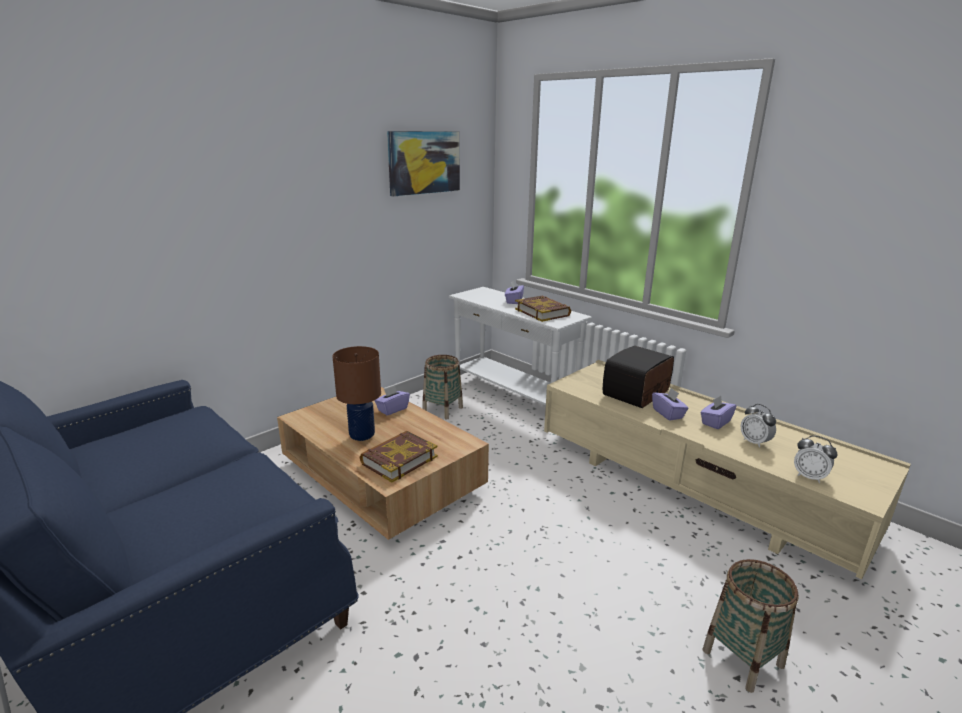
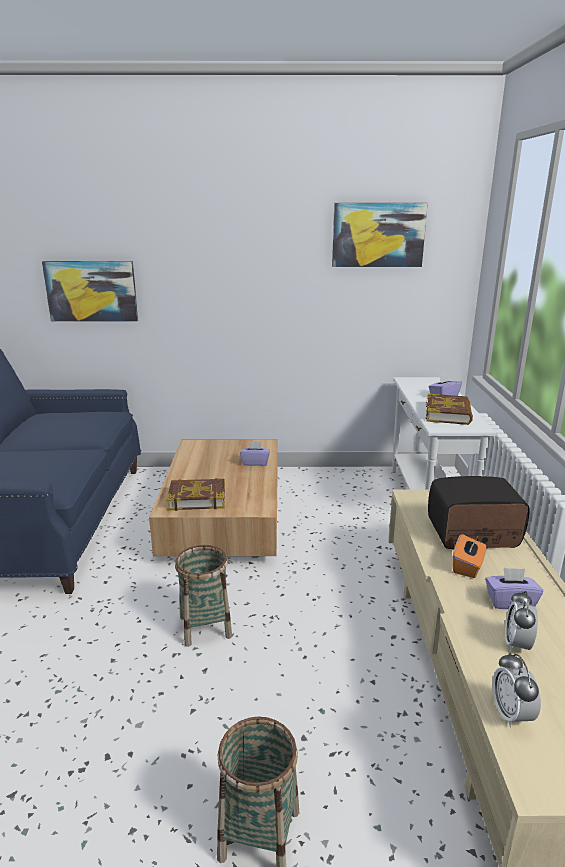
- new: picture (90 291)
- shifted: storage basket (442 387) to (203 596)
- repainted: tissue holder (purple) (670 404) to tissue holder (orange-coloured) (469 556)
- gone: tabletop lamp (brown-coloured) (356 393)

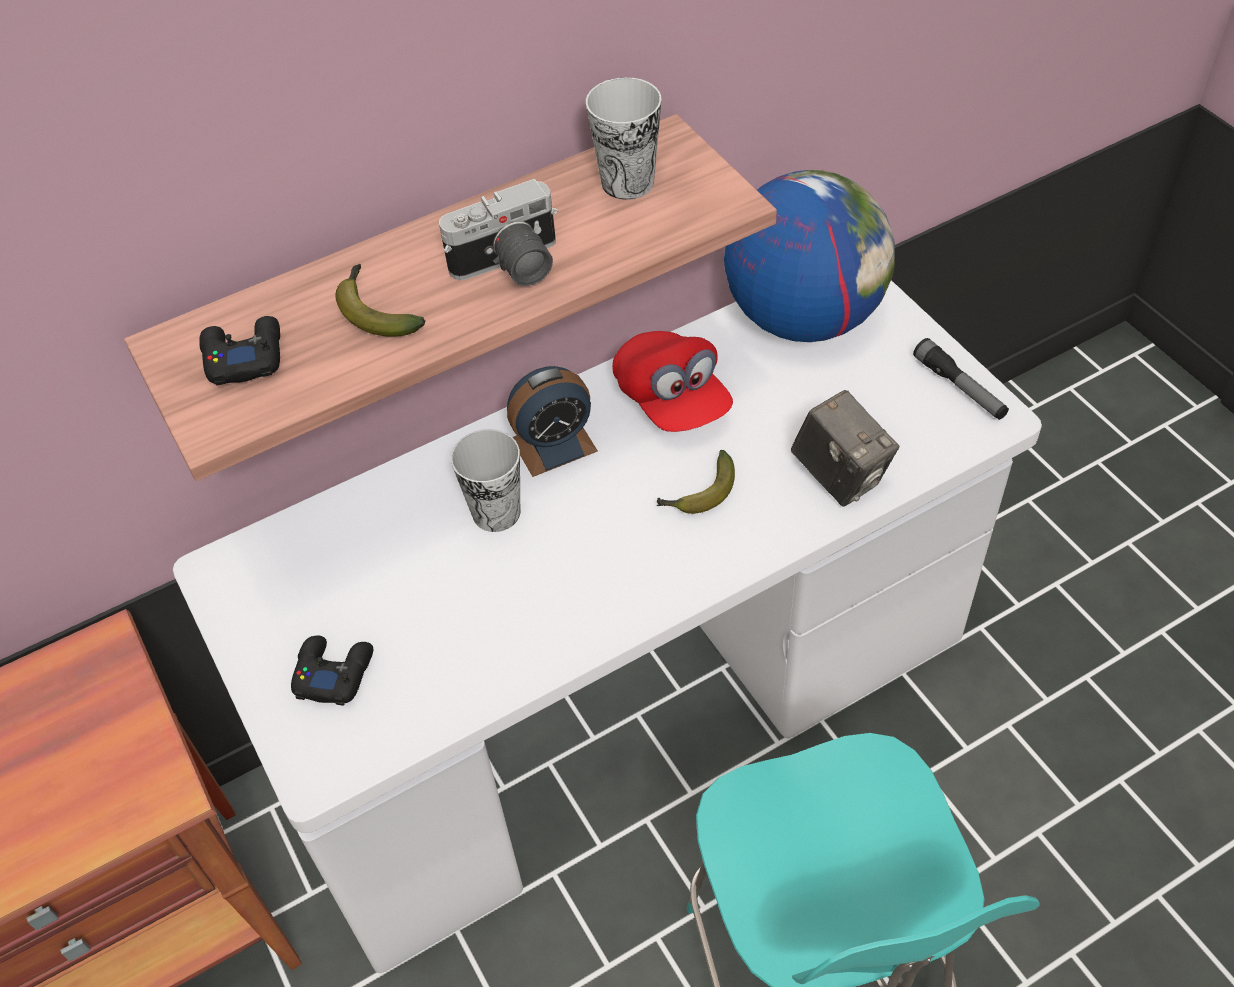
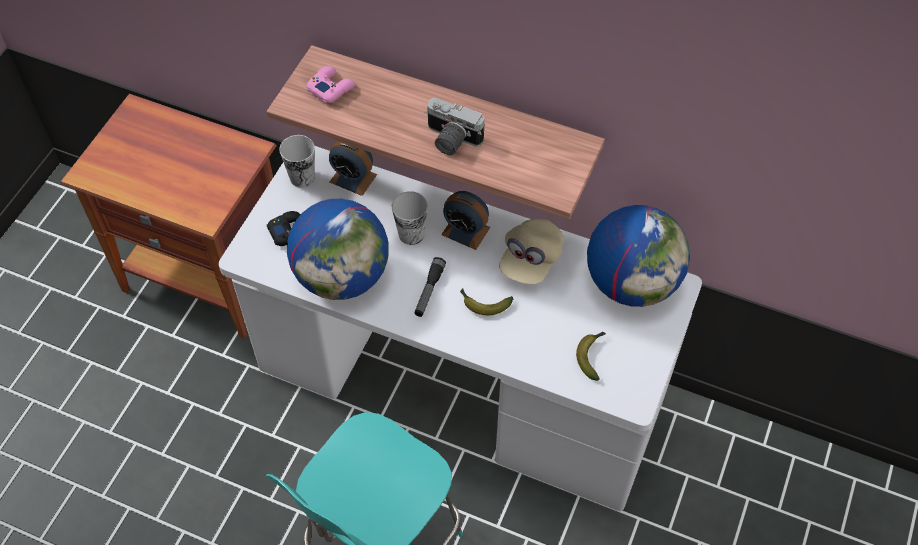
- shifted: cup (623 138) to (297 161)
- new: desk globe (338 249)
- repainted: gamepad (black-coloured) (239 351) to gamepad (pink-coloured) (330 84)
- new: bedside clock (353 168)
- shifted: flashlight (961 379) to (430 287)
- repainted: baseball cap (reddish) (672 381) to baseball cap (sand-coloured) (531 251)
- shifted: banana fruit (380 300) to (591 356)
- gone: still camera (845 448)

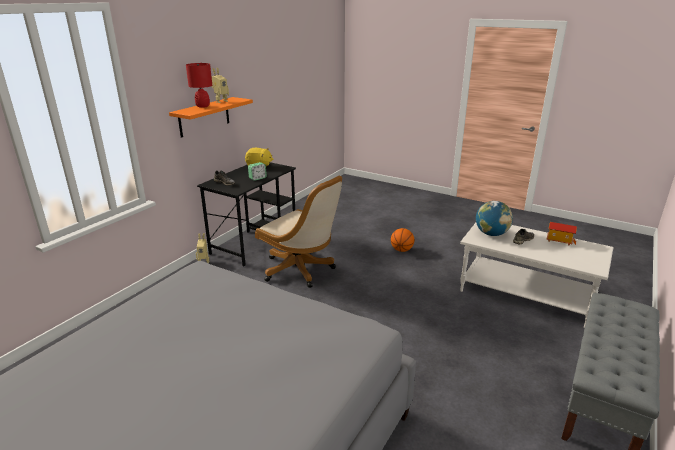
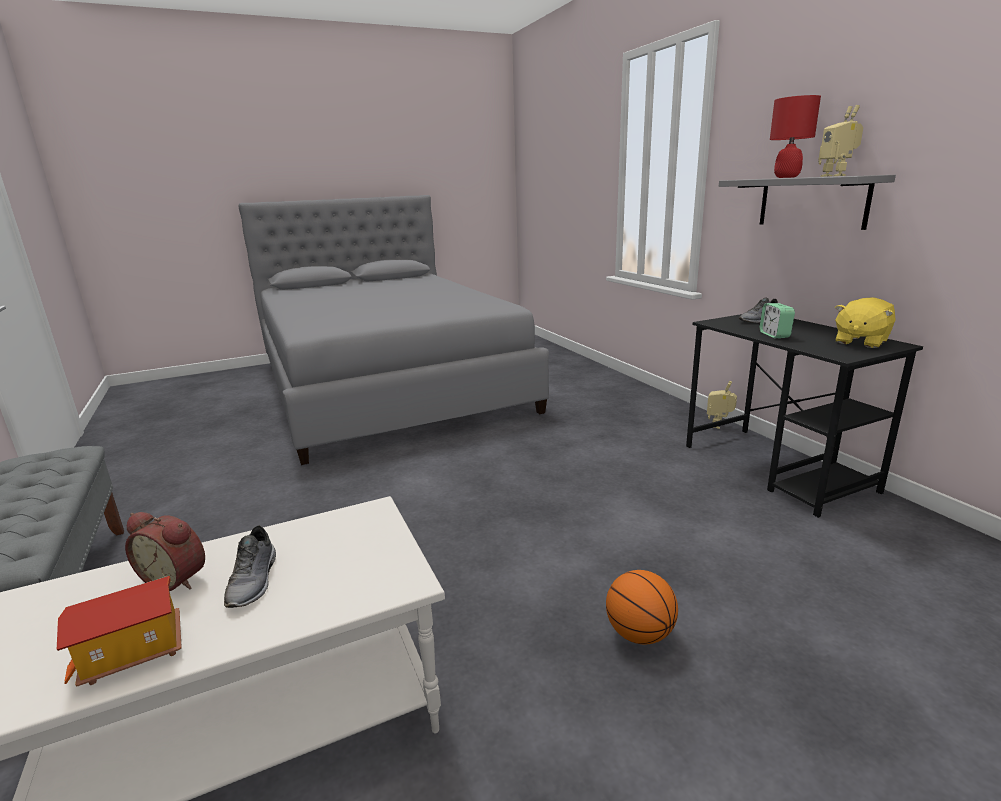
- new: bedside clock (165 551)
- repainted: wall shelf (orange-coloured) (211 117) to wall shelf (gray) (807 202)
- gone: computer chair (298 232)
- gone: desk globe (494 218)

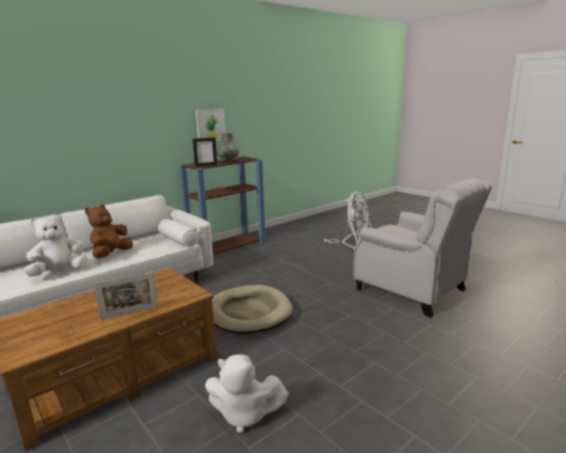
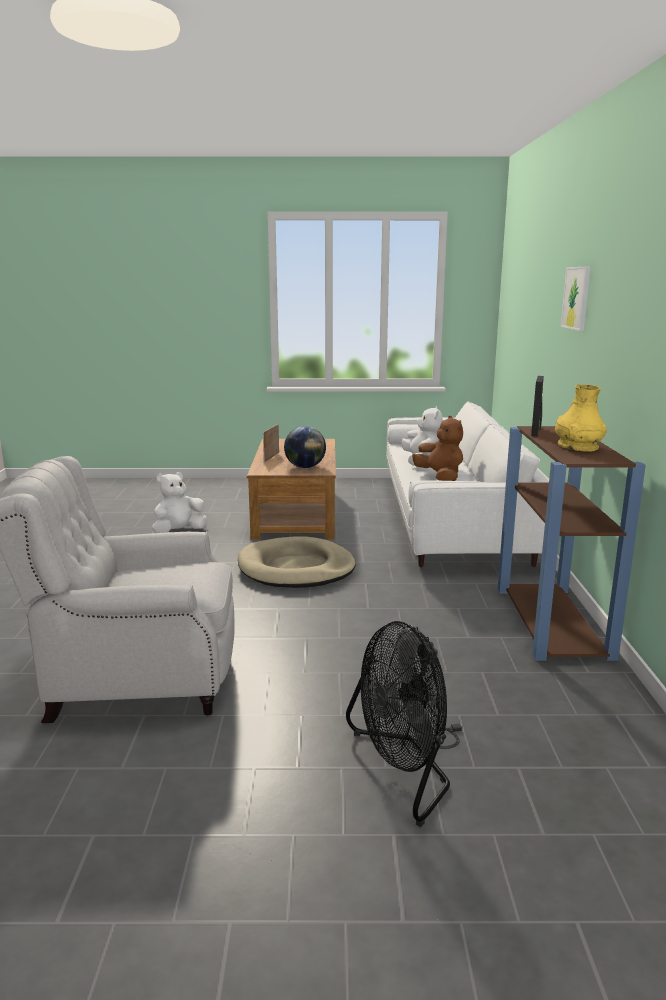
- new: desk globe (305 447)
- repainted: electric fan (white) (348 220) to electric fan (black-coloured) (404 724)
- repainted: flower vase (gray) (228 147) to flower vase (yellowish) (580 418)
- shifted: picture (211 125) to (575 299)

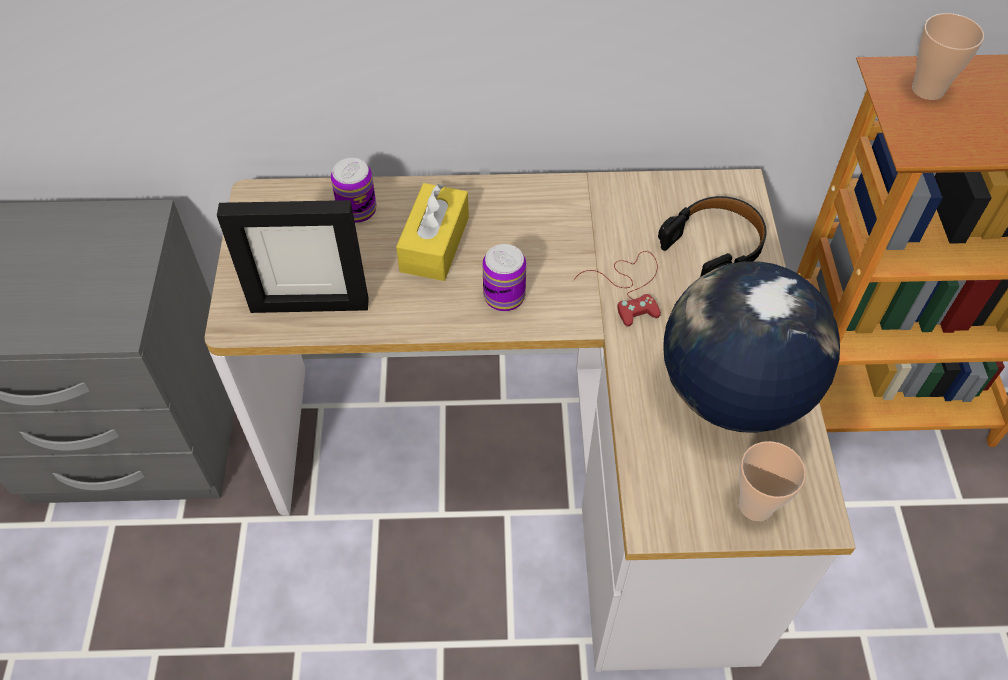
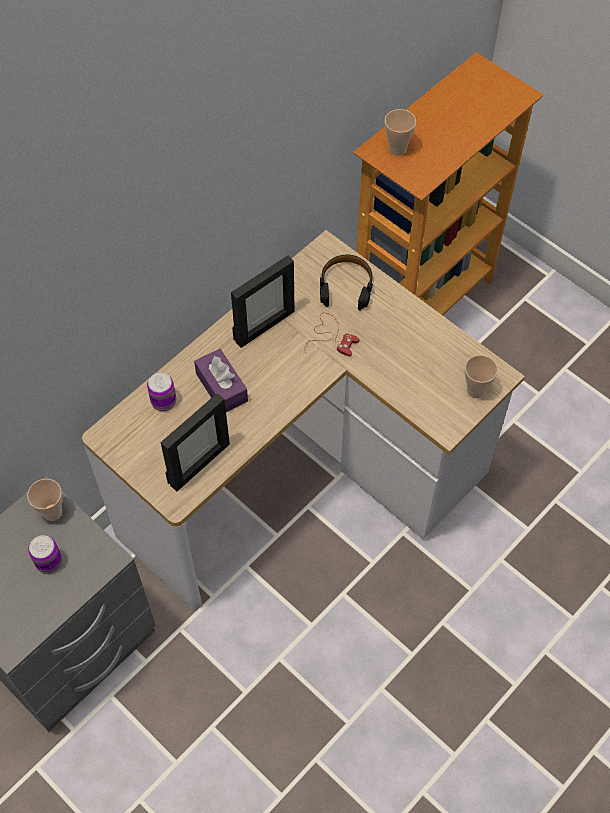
- new: cup (45 500)
- shifted: metal can (504 277) to (45 554)
- repainted: tissue holder (yellowish) (432 232) to tissue holder (purple) (221 380)
- new: picture frame (263 301)
- gone: desk globe (751 347)

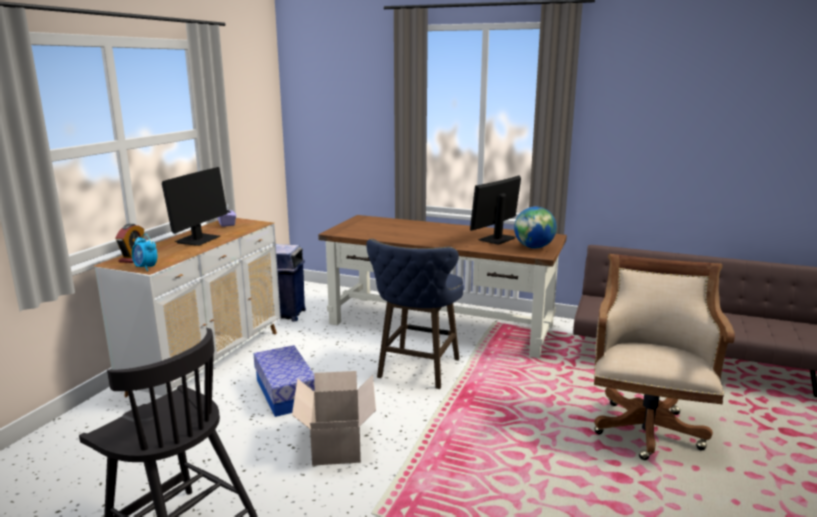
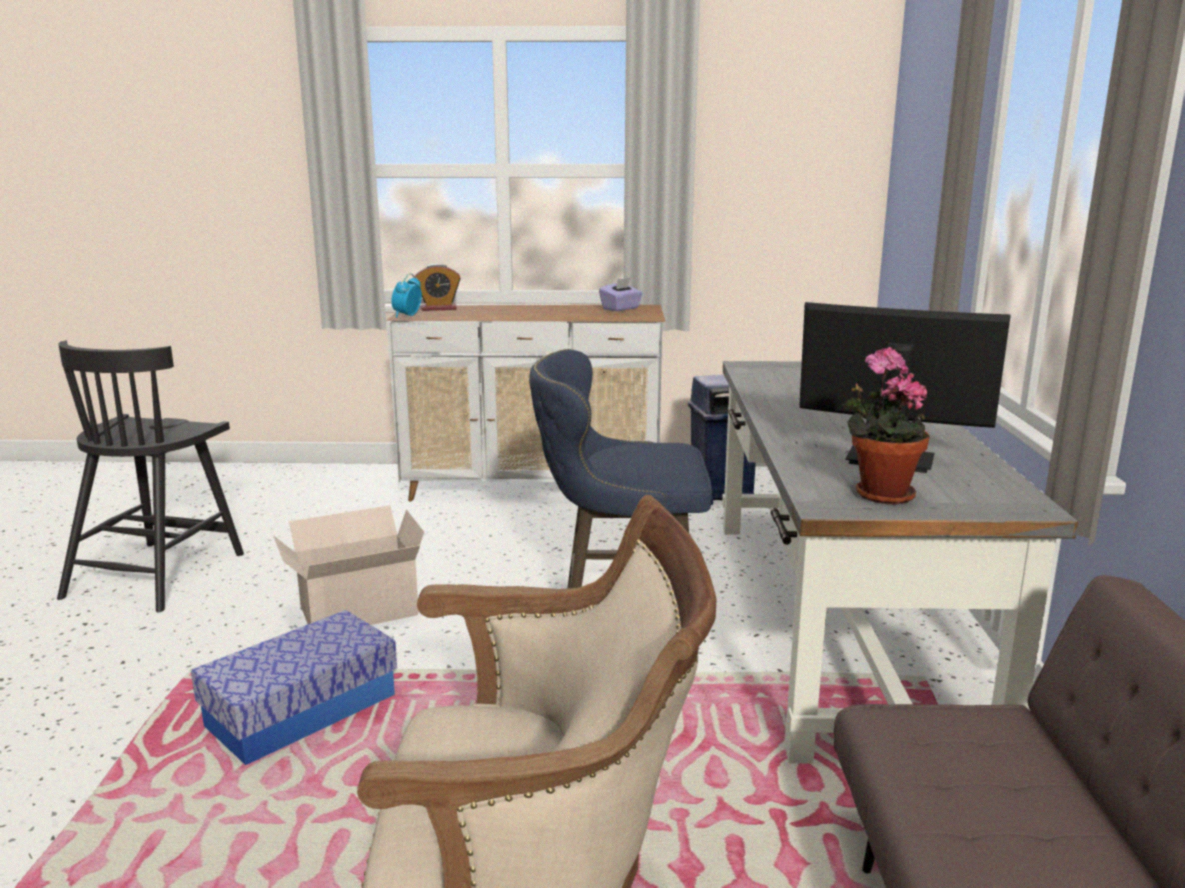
- shifted: storage bin (284 381) to (294 687)
- repainted: desk table (brown-coloured) (442 286) to desk table (gray) (900 562)
- swapped: desk globe (535 228) to potted plant (886 425)
- gone: monitor (195 206)

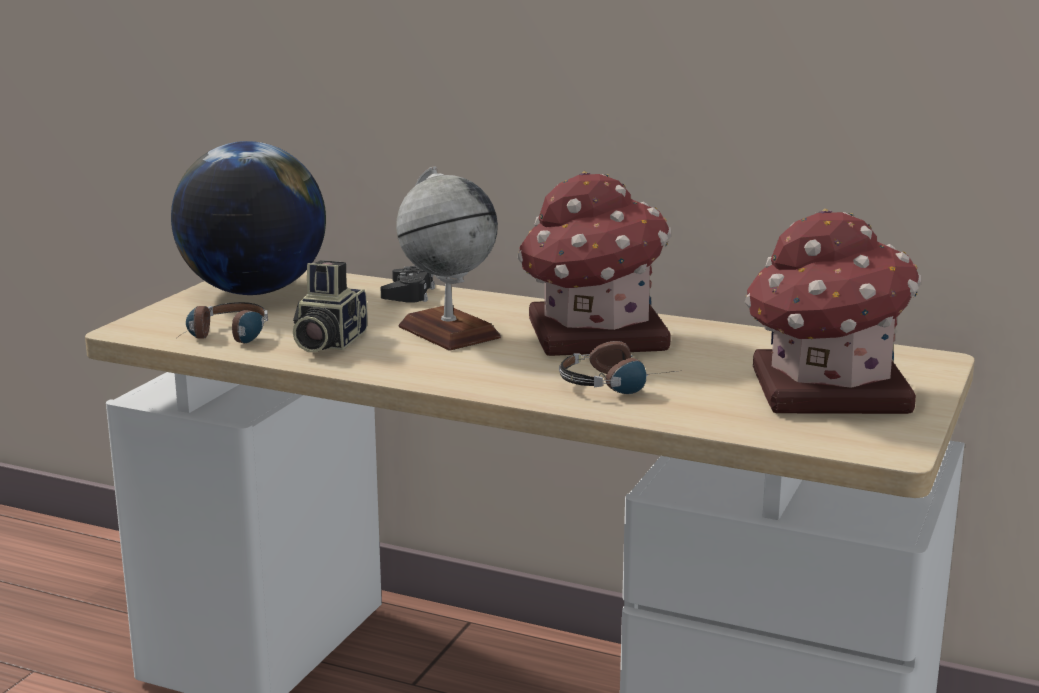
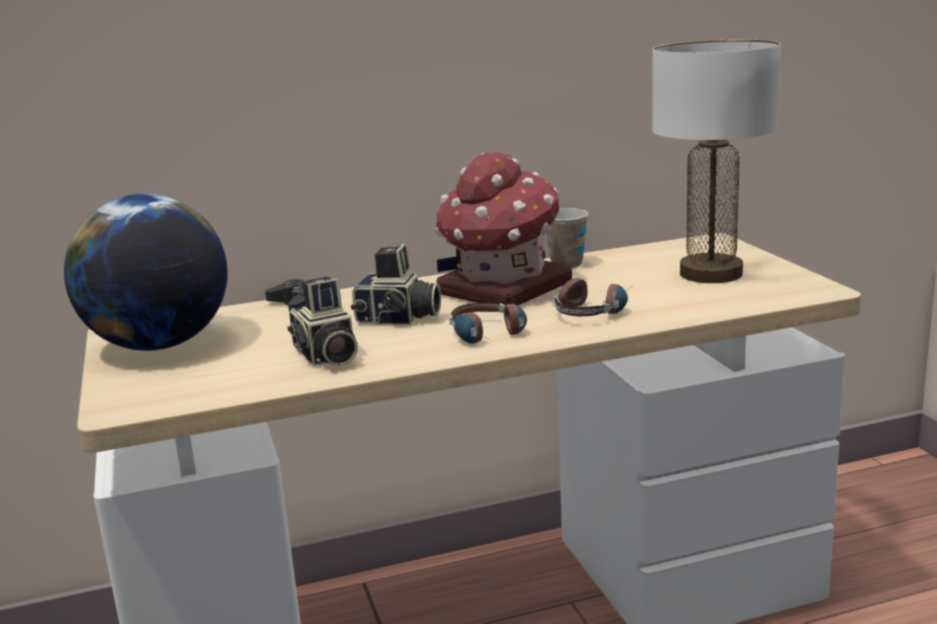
- swapped: desk globe (448 258) to still camera (396 284)
- shifted: headphones (222 322) to (488 323)
- new: cup (567 238)
- swapped: model house (833 311) to tabletop lamp (716 161)

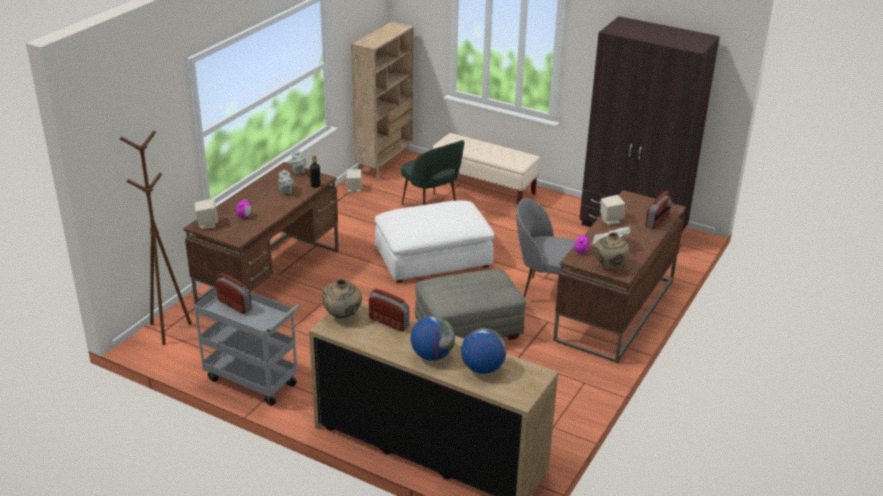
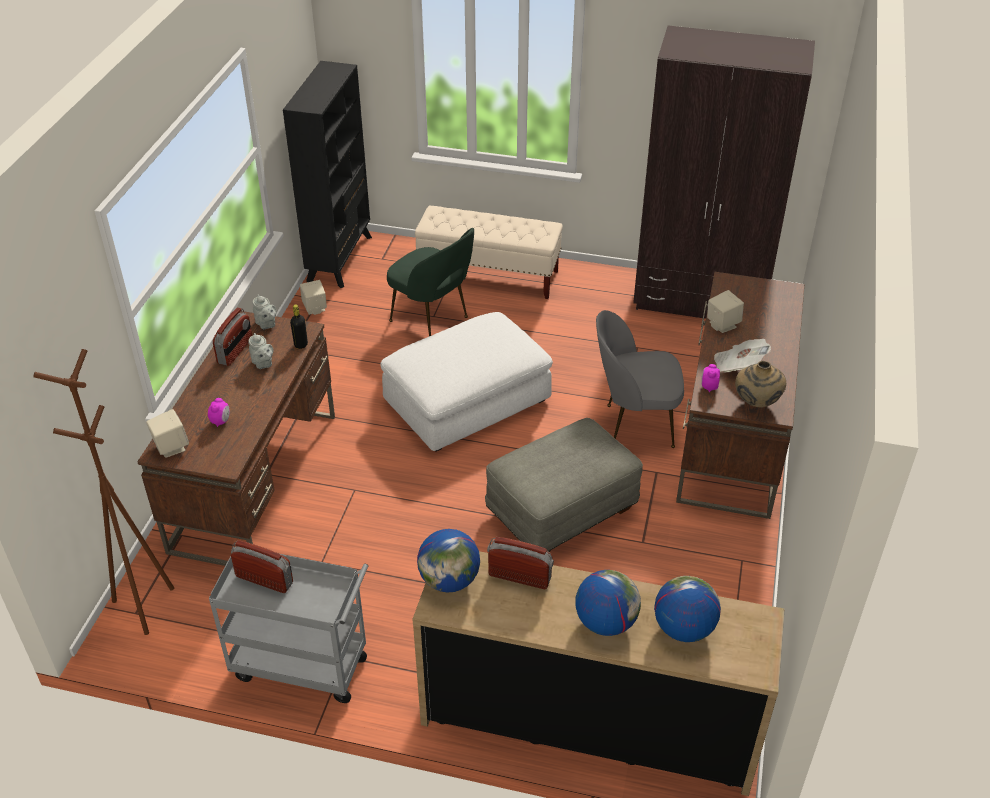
- shifted: radio receiver (659 210) to (232 336)
- repainted: bookcase (sand-coloured) (382 101) to bookcase (black-coloured) (327 174)
- swapped: flower vase (sand-coloured) (342 299) to desk globe (448 560)

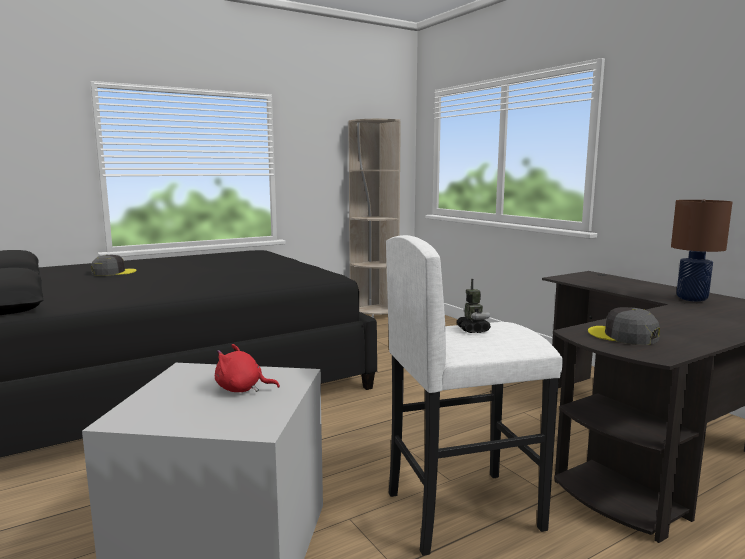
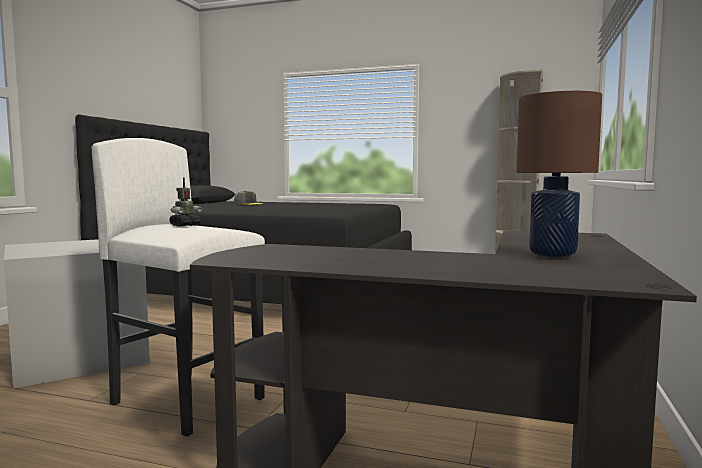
- gone: plush toy (reddish) (247 368)
- gone: baseball cap (gray) (624 326)

